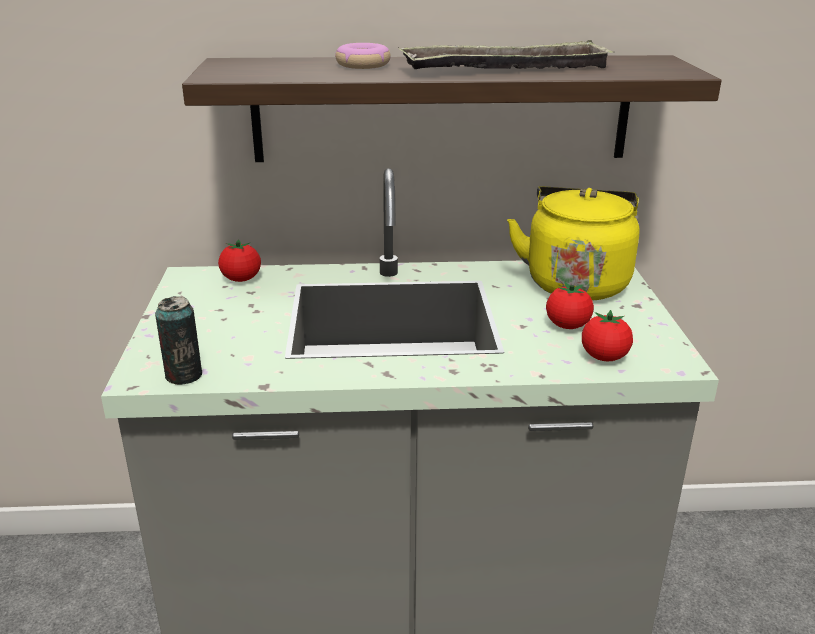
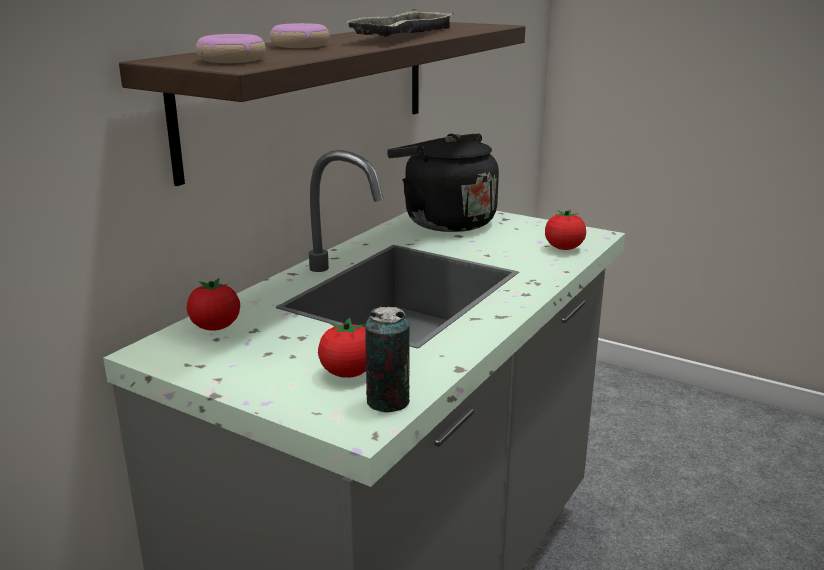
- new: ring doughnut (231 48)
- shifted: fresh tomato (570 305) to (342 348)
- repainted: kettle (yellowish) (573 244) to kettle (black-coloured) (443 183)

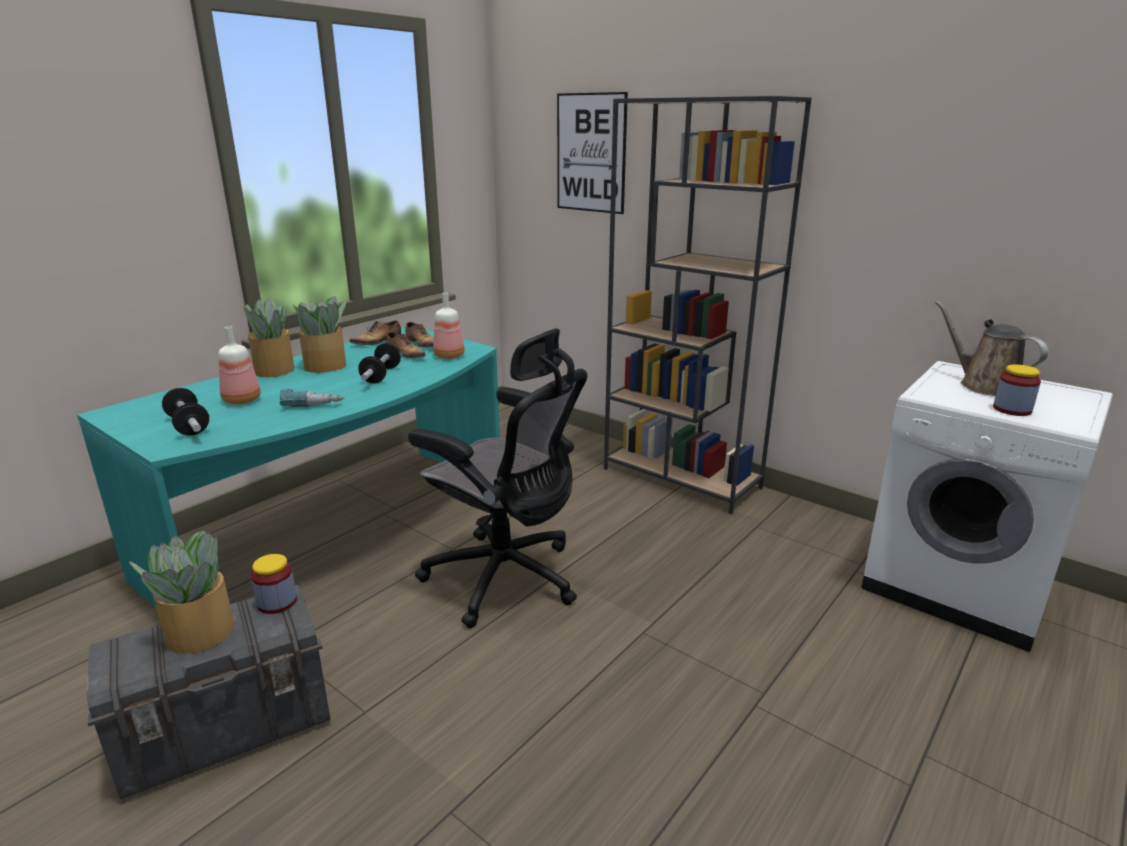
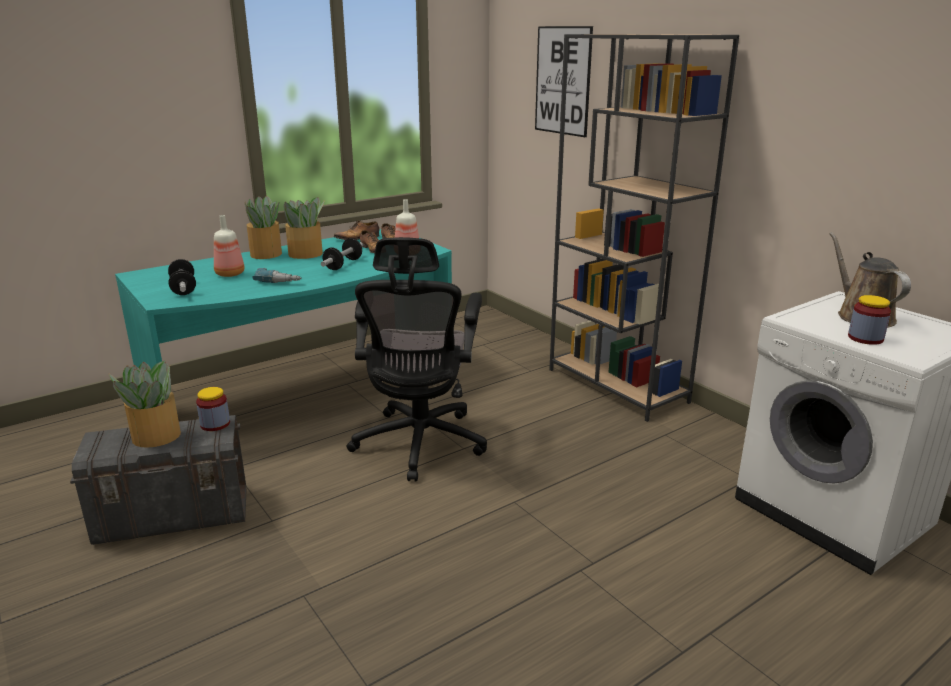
- rotated: computer chair (497 478) = (416 359) 45 degrees clockwise

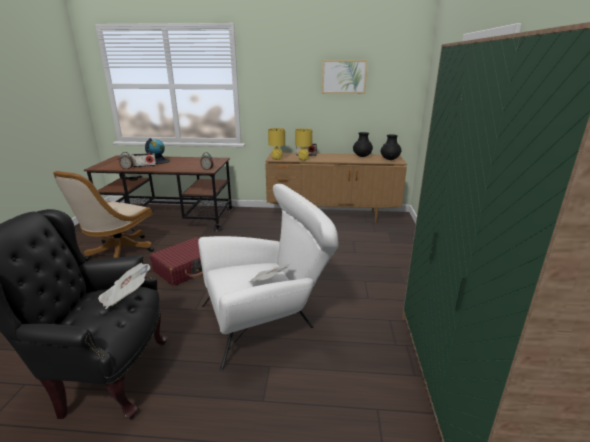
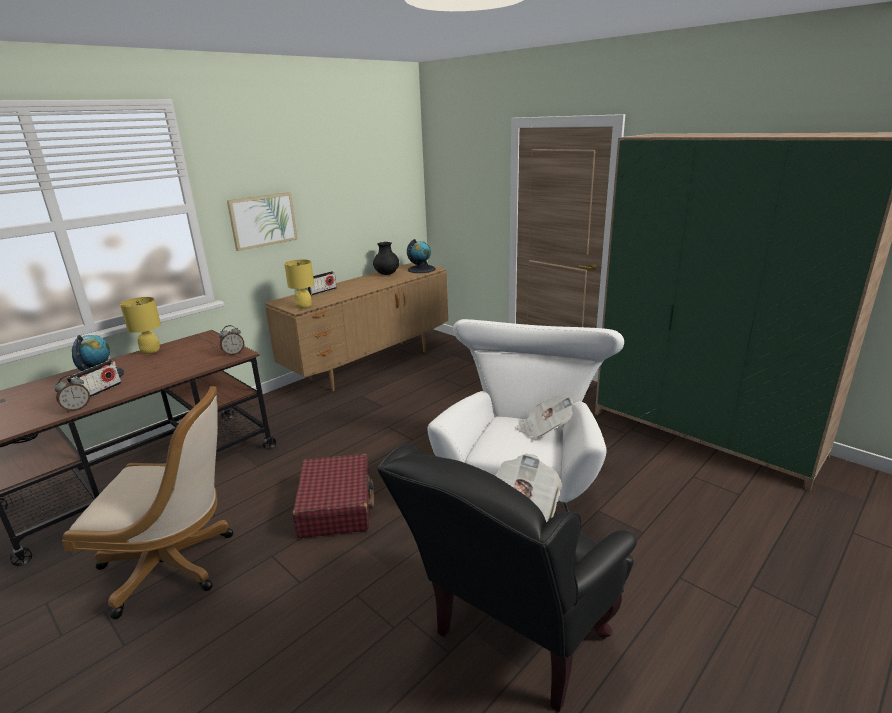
- rotated: computer chair (103 216) = (147 503) 60 degrees counterclockwise
- shifted: tabletop lamp (yellowish) (303 145) to (140 325)
- shifted: picture (345 77) to (262 221)
- swapped: flower vase (black-coloured) (391 147) to desk globe (421 256)

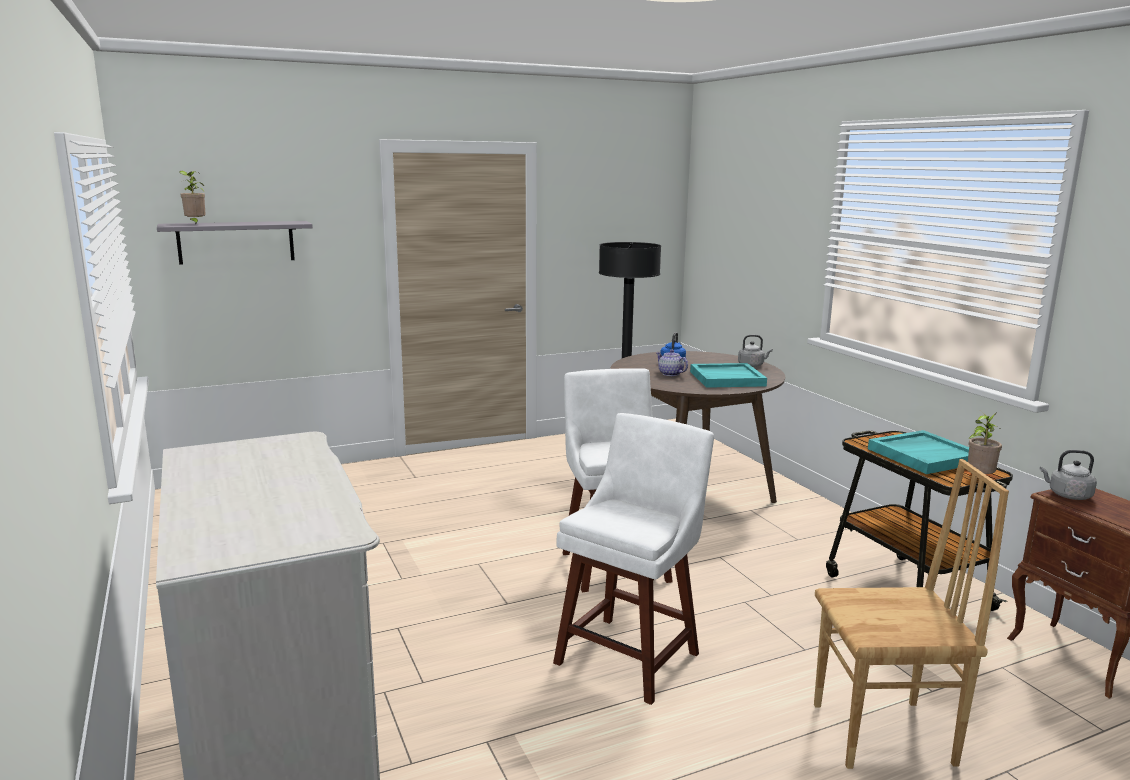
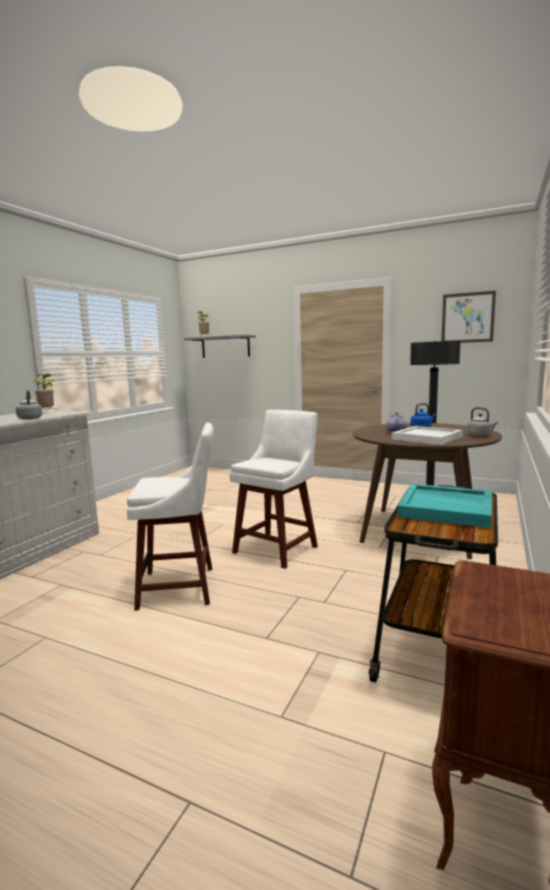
- shifted: kettle (gray) (1068 475) to (29 405)
- shifted: potted plant (985 442) to (46 392)
- repainted: serving tray (turquoise-coloured) (728 375) to serving tray (white) (427 435)
- new: picture (468 317)
- gone: chair (brown-coloured) (911 614)

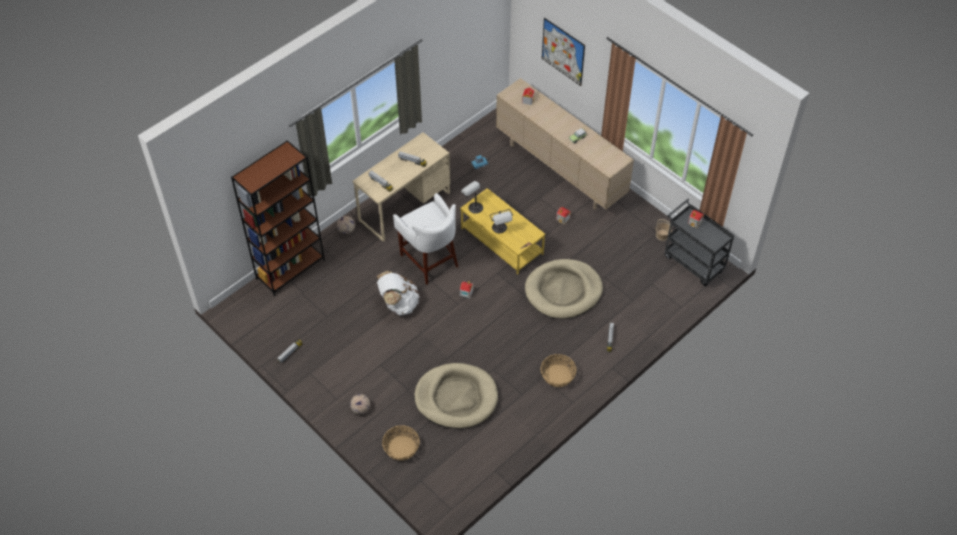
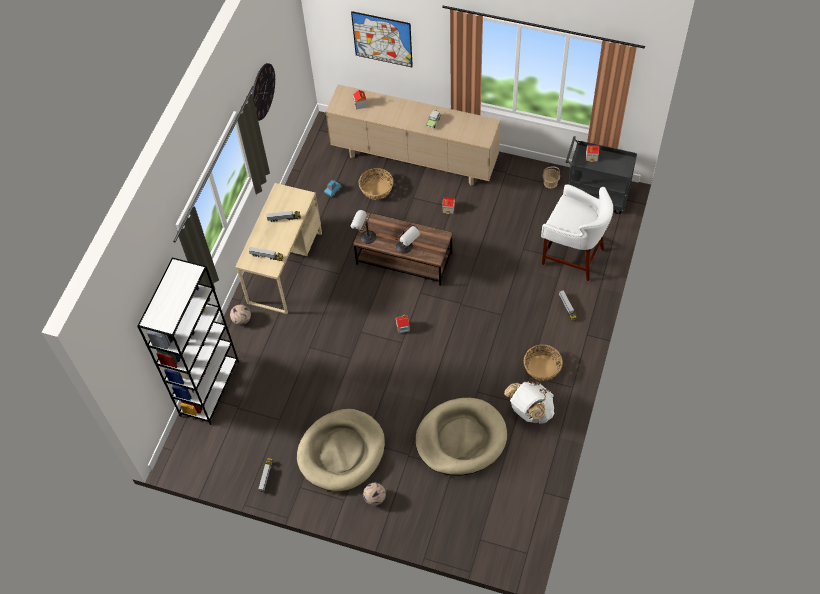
- repainted: bookcase (brown-coloured) (278 218) to bookcase (white) (188 341)
- new: hanging clock (263 92)
- shifted: dog cushion (sand-coloured) (564 289) to (341 450)
- repainted: lounge table (yellowish) (503 231) to lounge table (brown-coloured) (403 248)
- shifted: storage basket (401 443) to (376 184)
- shifted: rucksack (white) (398 293) to (529 402)
- shifted: stool (white) (425 239) to (577 232)

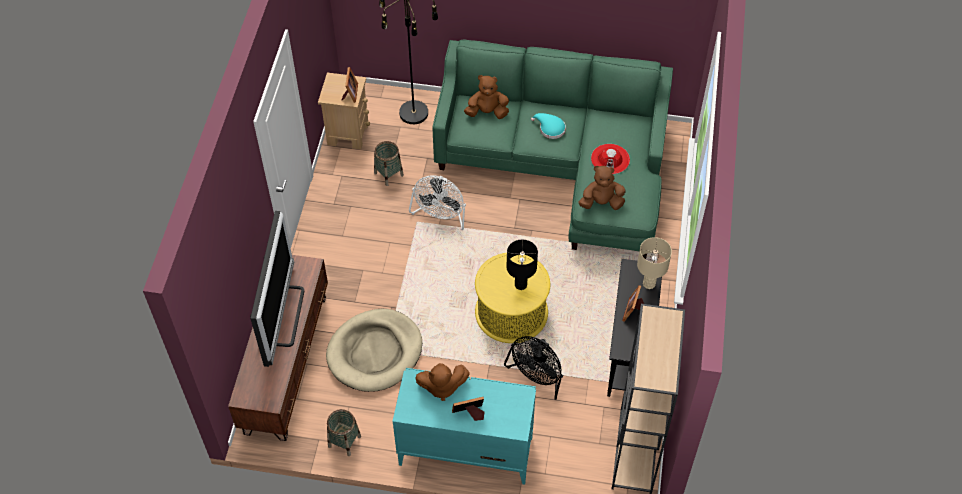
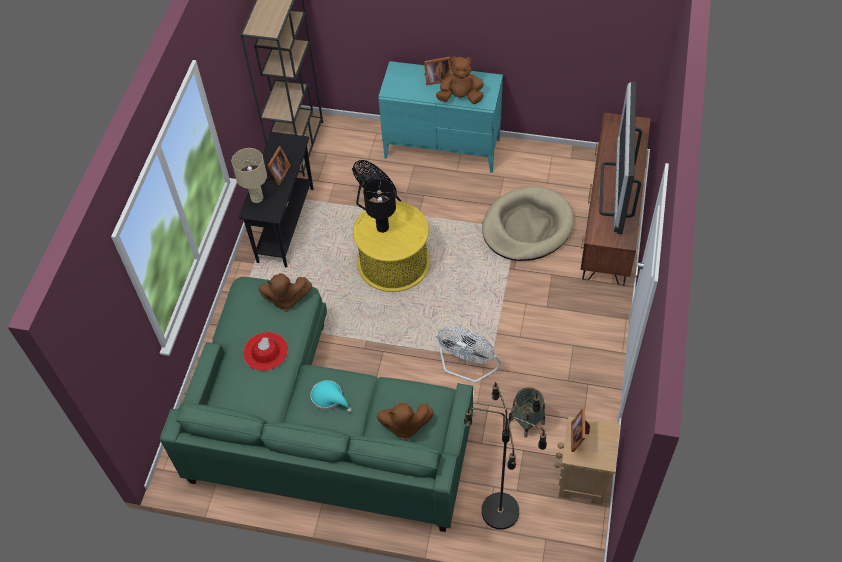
- gone: storage basket (344 432)

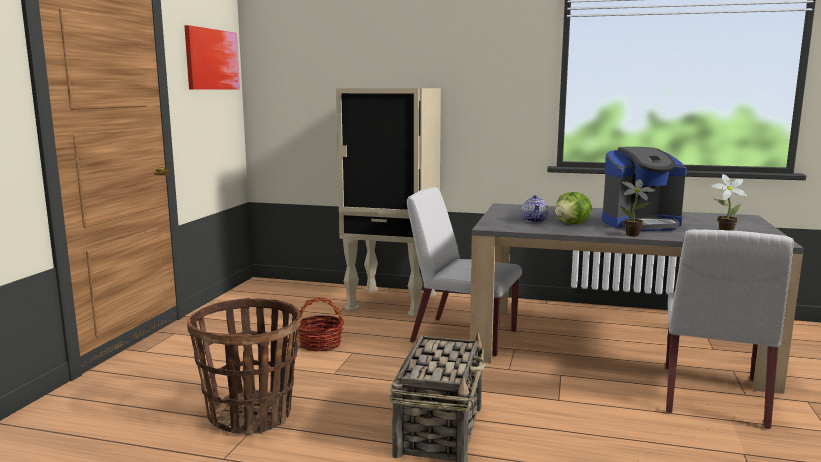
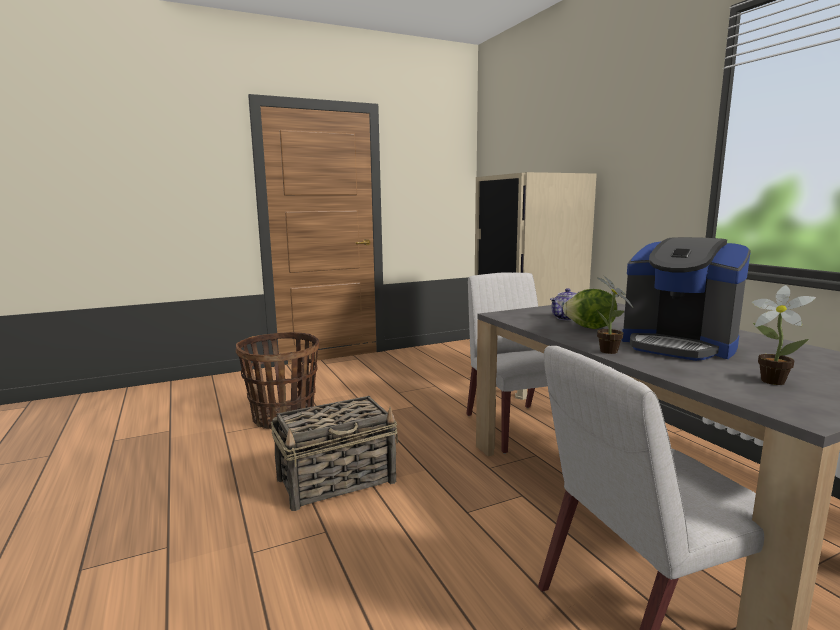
- gone: picture (212 57)
- gone: storage basket (321 324)

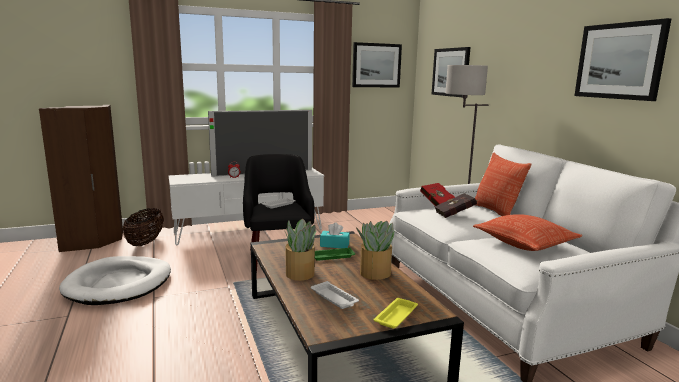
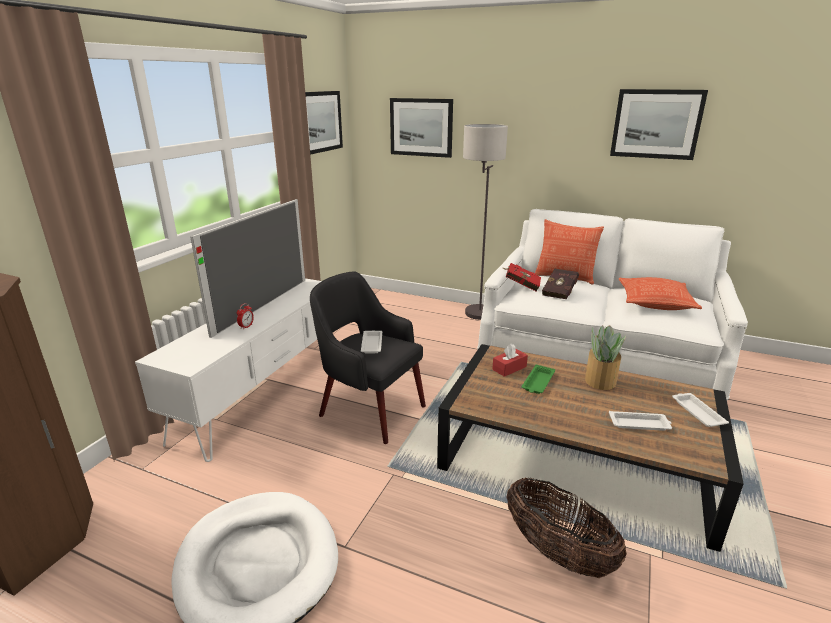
- repainted: tissue holder (turquoise-coloured) (335 235) to tissue holder (reddish) (510 360)
- shifted: storage basket (143 227) to (566 527)
- repainted: serving tray (yellowish) (396 313) to serving tray (white) (700 410)
- gone: potted plant (300 250)

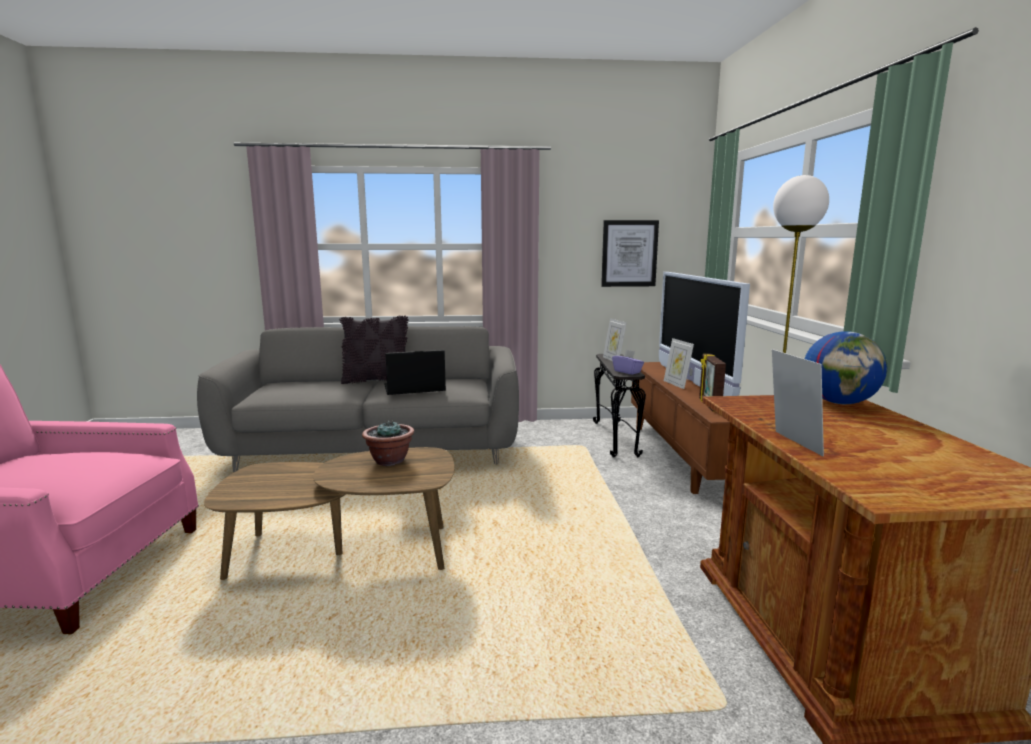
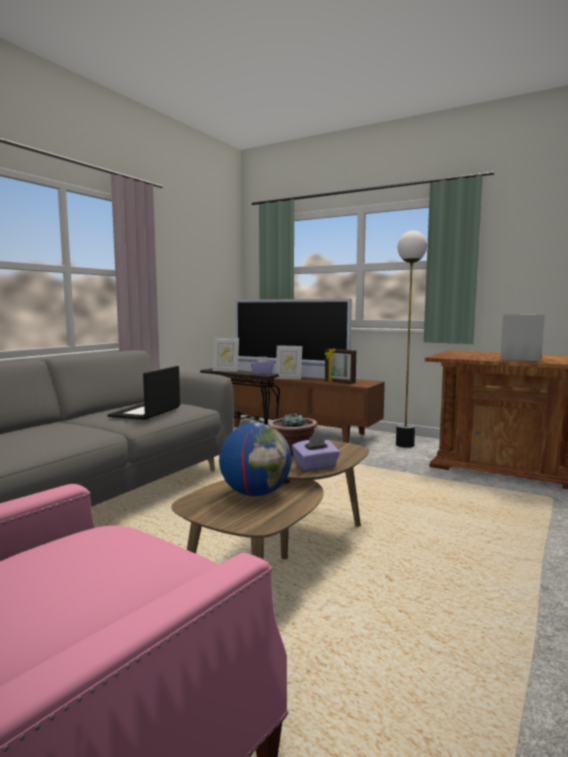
- shifted: desk globe (846 367) to (255 459)
- new: tissue holder (purple) (316 453)
- gone: throw pillow (black-coloured) (374 350)
- gone: picture (630 253)

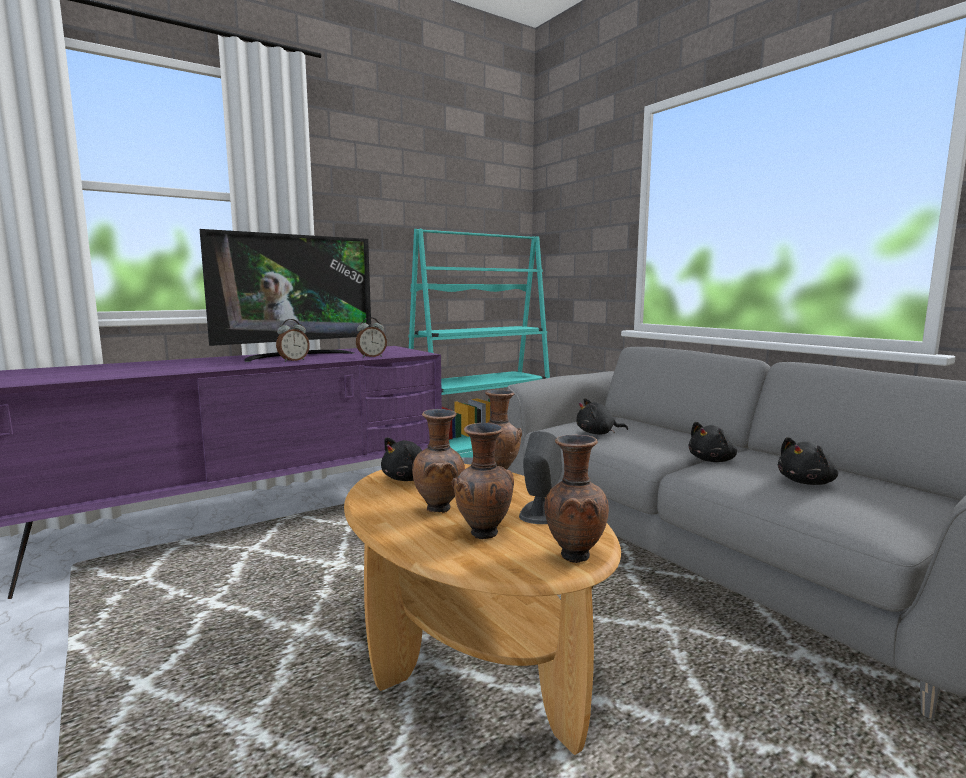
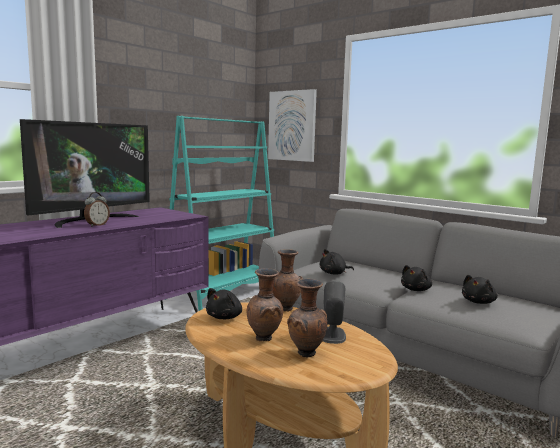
- new: picture (292 125)
- gone: bedside clock (371 337)
- gone: flower vase (brown-coloured) (576 499)

